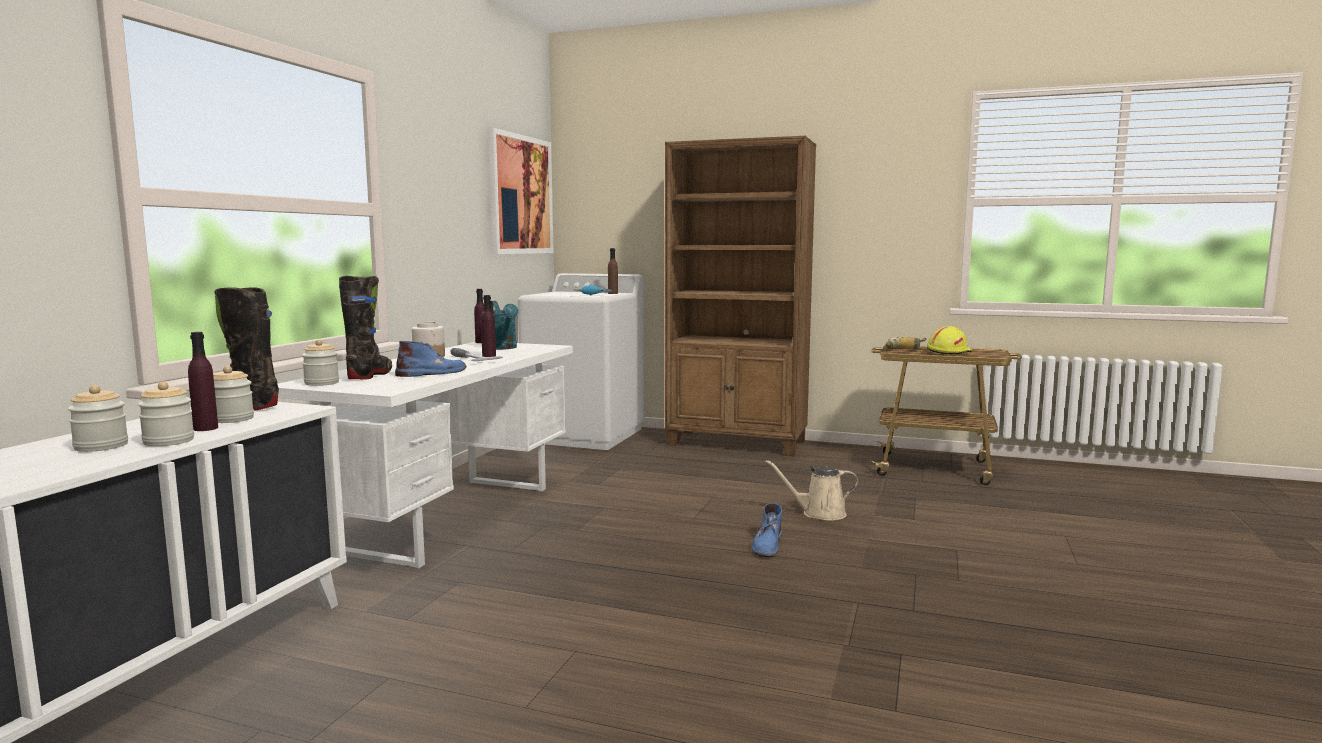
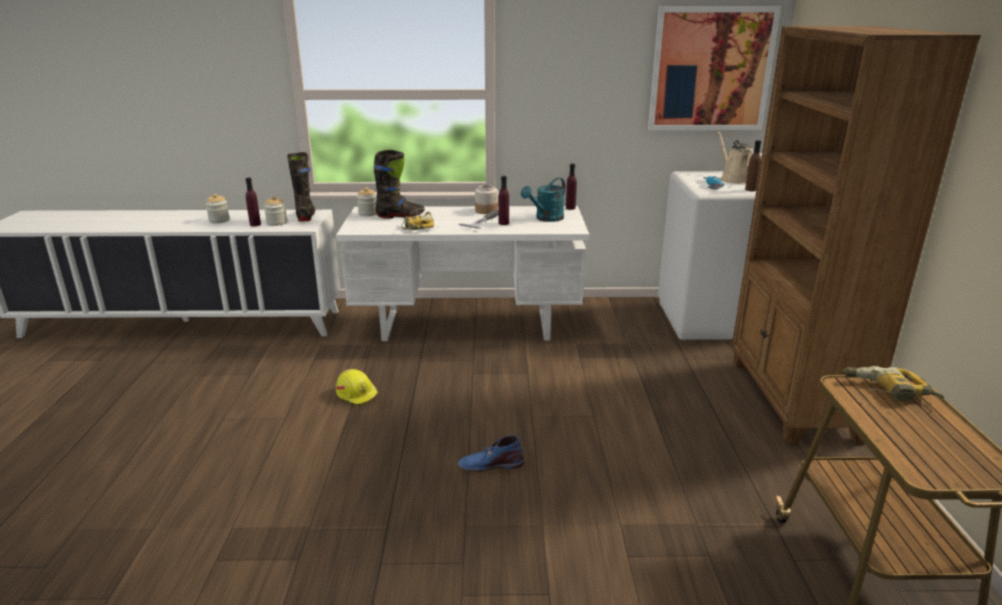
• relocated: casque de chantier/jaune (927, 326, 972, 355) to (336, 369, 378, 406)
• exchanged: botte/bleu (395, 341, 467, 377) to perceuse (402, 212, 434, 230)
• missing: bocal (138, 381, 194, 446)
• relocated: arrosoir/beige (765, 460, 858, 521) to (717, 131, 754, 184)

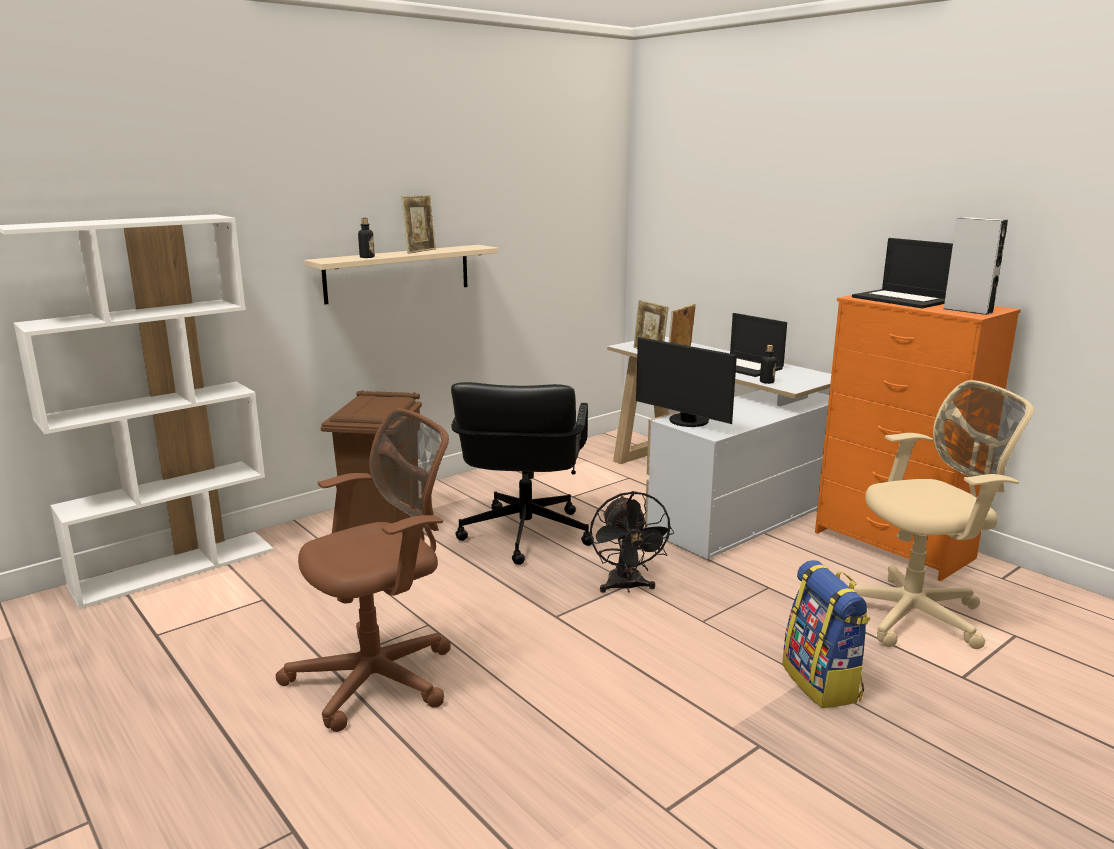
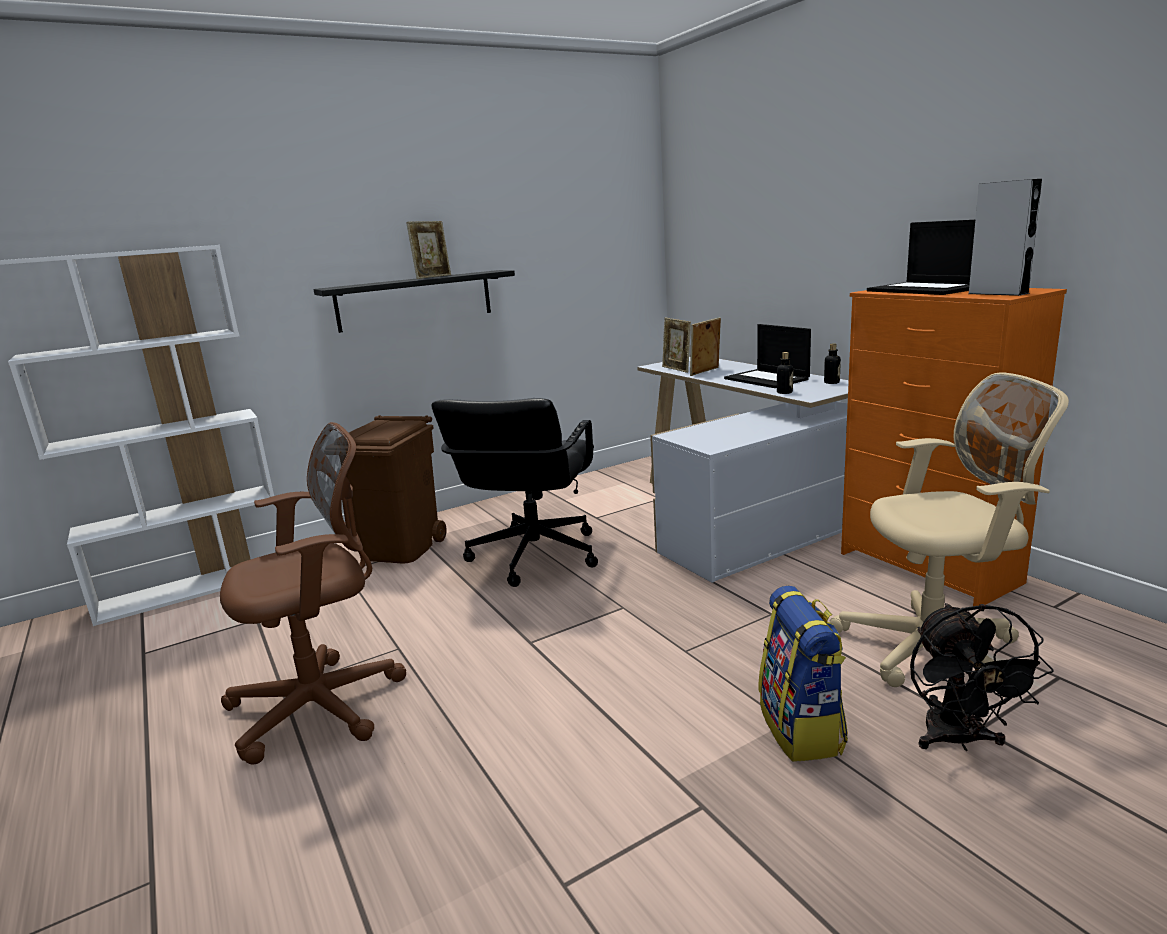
• relocated: bouteille (358, 218, 375, 258) to (824, 343, 841, 384)
• colour: étagère/beige (304, 245, 498, 305) to étagère/noir (314, 270, 515, 333)
• missing: écran d'ordinateur (636, 337, 737, 427)
• relocated: ventilateur/noir (590, 491, 674, 593) to (910, 603, 1054, 751)

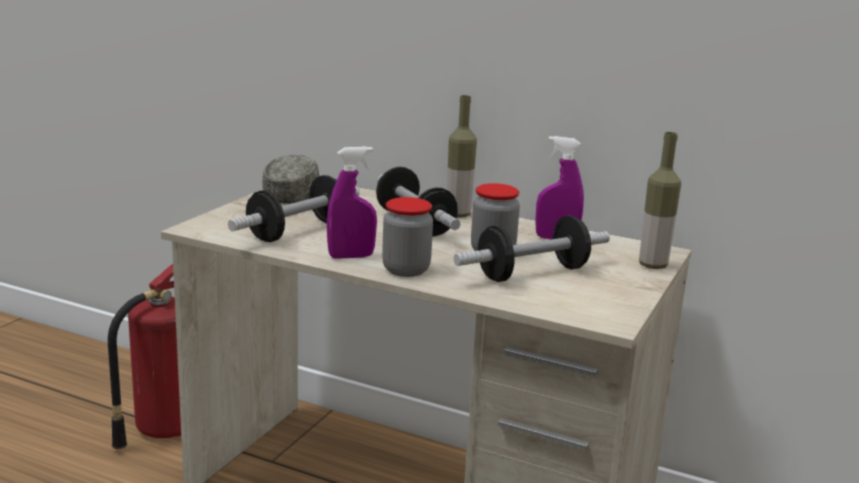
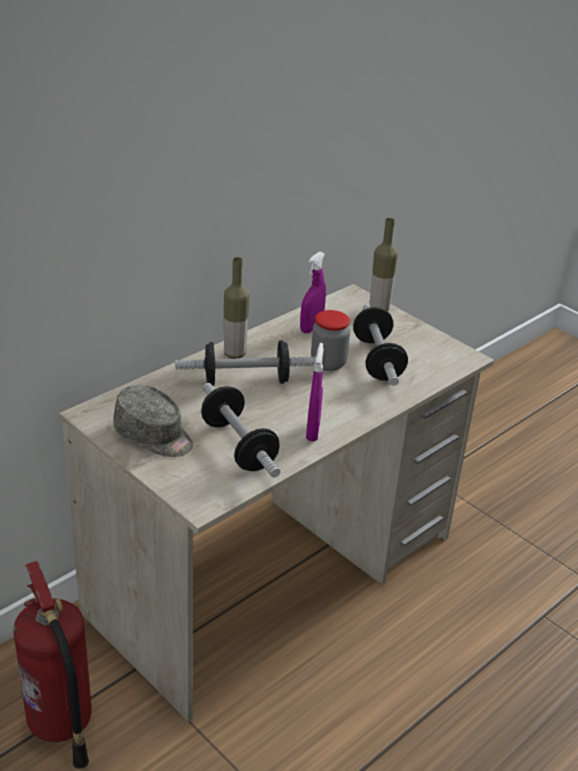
• missing: bocal (382, 197, 433, 277)

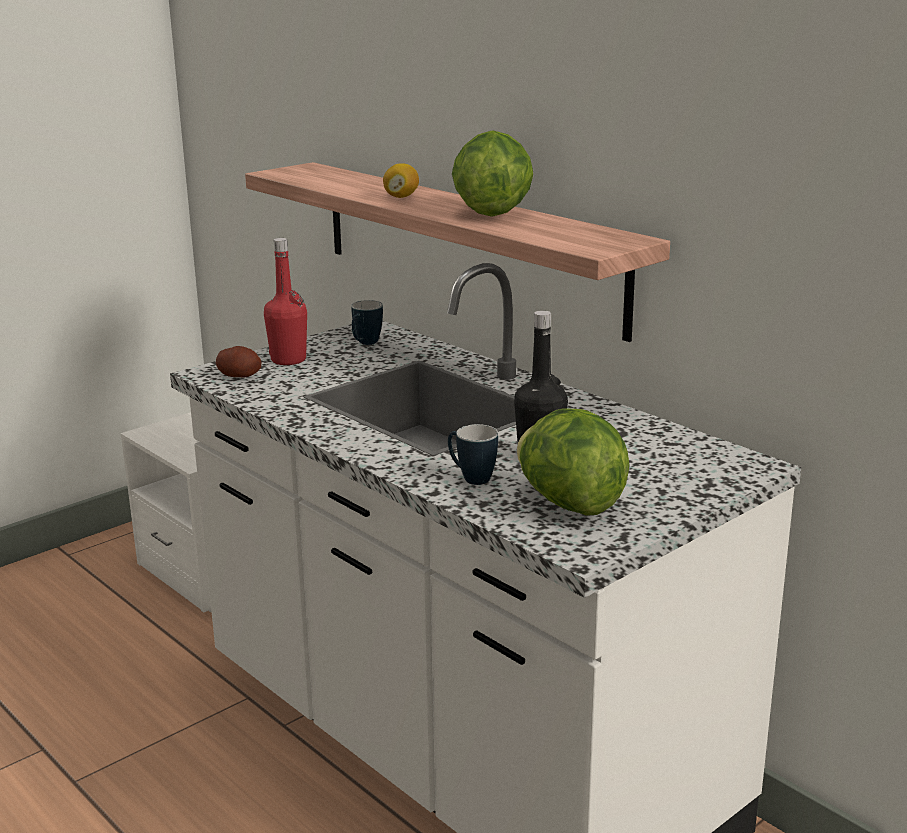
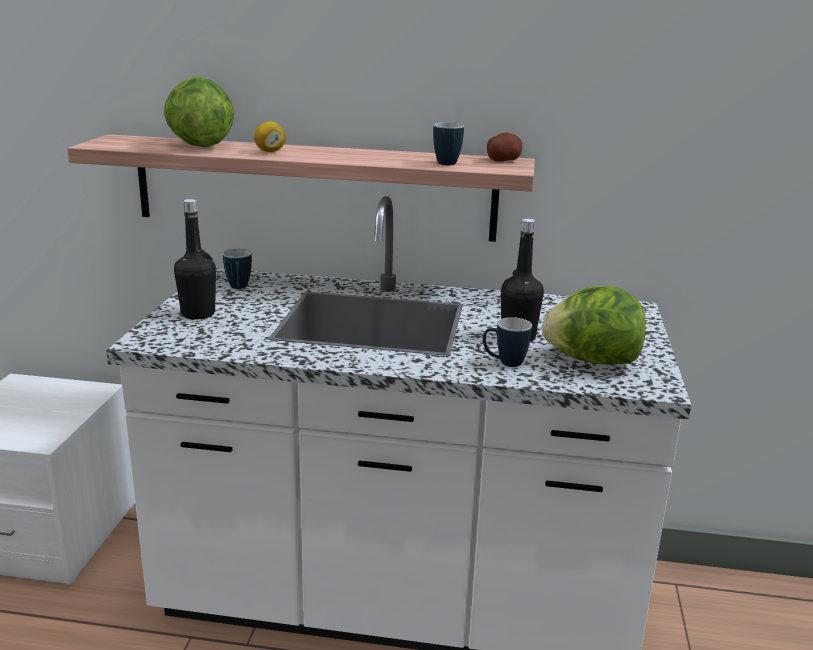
• relocated: laitue (452, 130, 533, 216) to (164, 76, 234, 147)
• colour: bouteille/rouge (264, 238, 307, 365) to bouteille/noir (174, 199, 216, 320)
• relocated: pomme de terre (216, 346, 262, 378) to (487, 132, 522, 162)
• appeared: mug (433, 122, 464, 165)

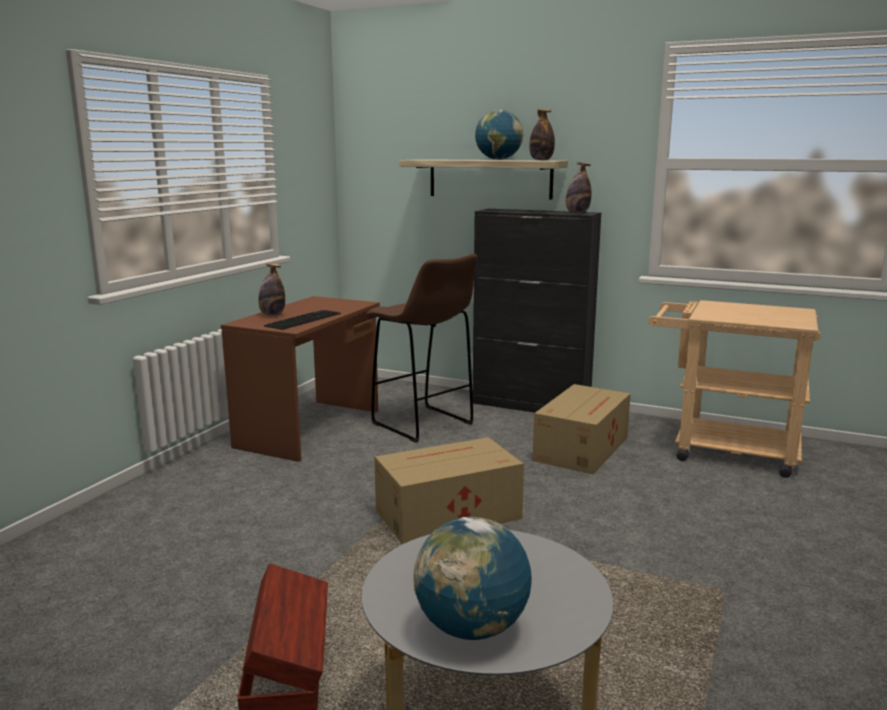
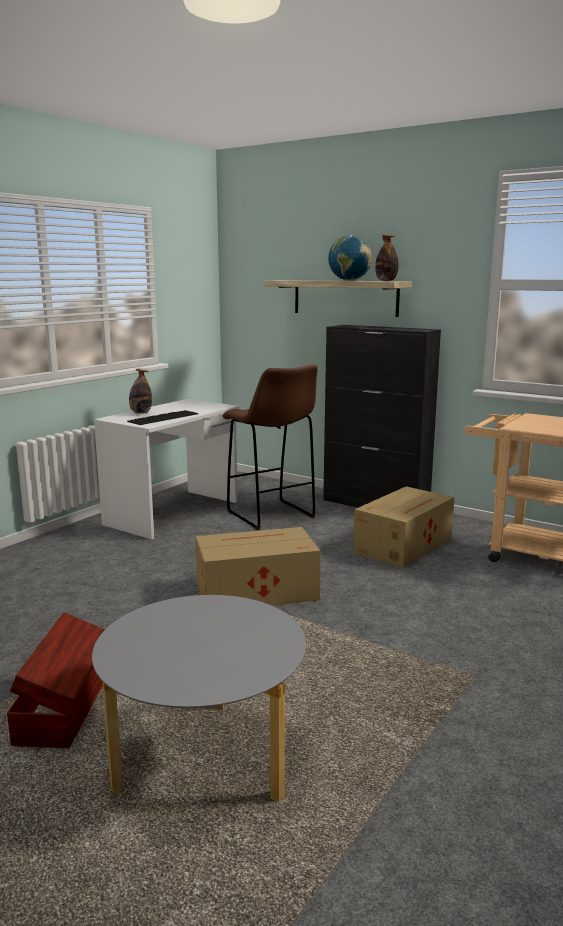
• missing: bouteille (566, 162, 591, 214)
• colour: bureau/marron (221, 296, 380, 462) to bureau/blanc (94, 399, 239, 539)
• missing: globe (413, 517, 532, 640)

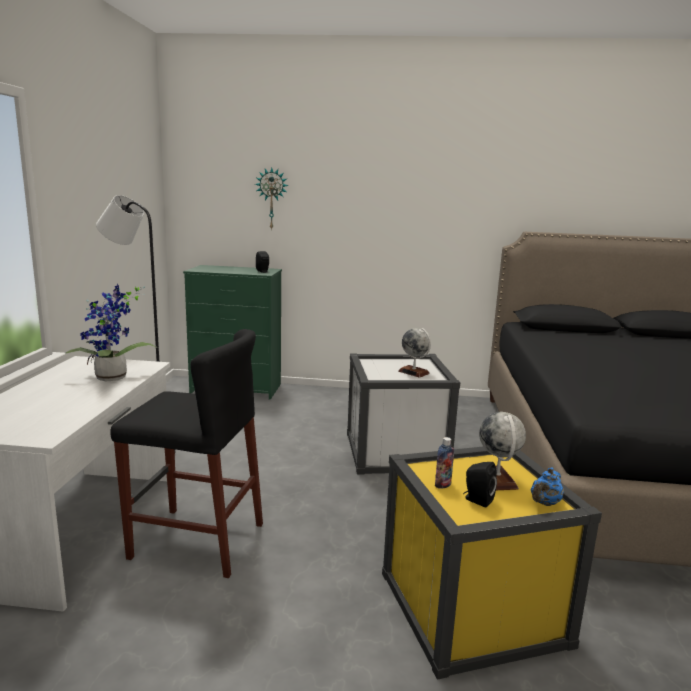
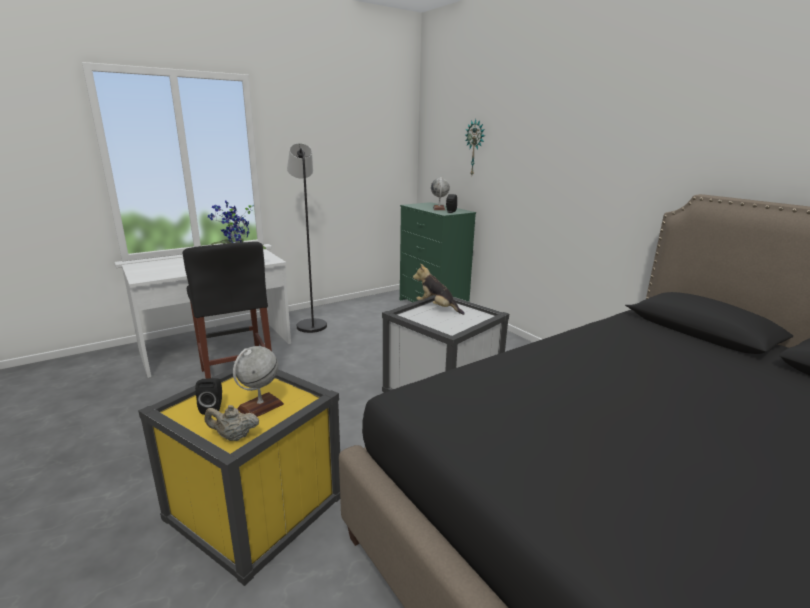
• relocated: globe (398, 328, 431, 378) to (431, 177, 450, 210)
• missing: bouteille (435, 437, 454, 488)
• colour: théière/bleu (531, 468, 564, 506) to théière/beige (205, 405, 259, 441)
• appeared: peluche (413, 263, 465, 315)

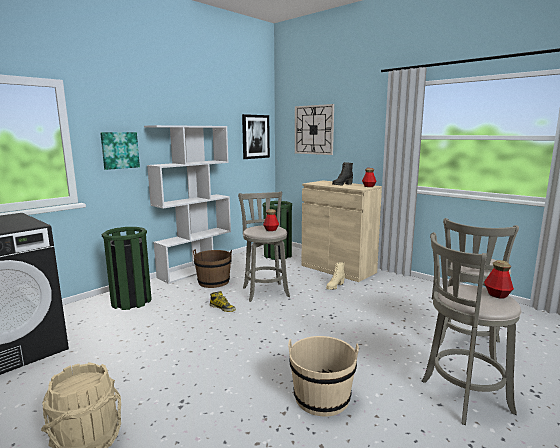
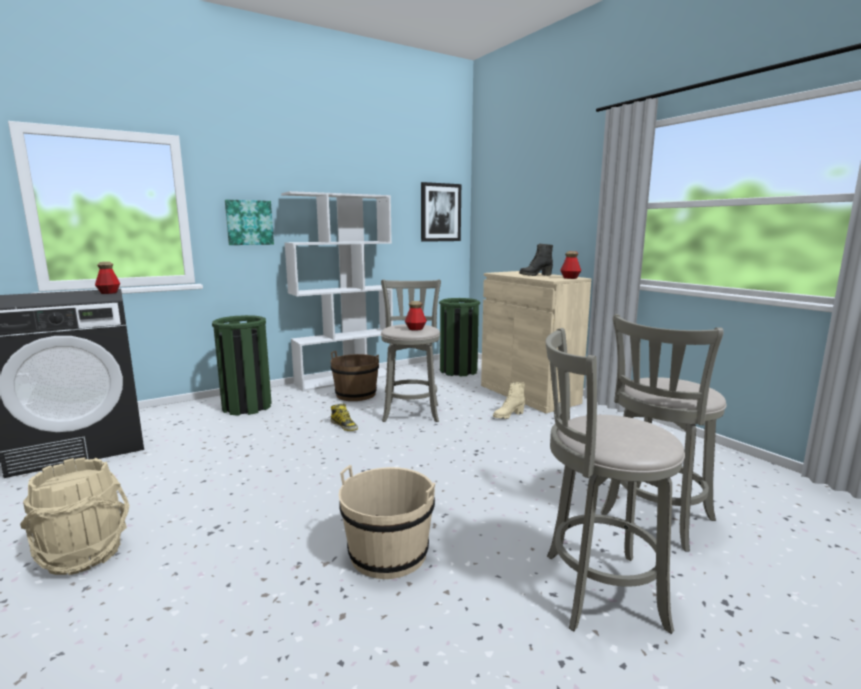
• missing: horloge murale (295, 104, 334, 155)
• relocated: bouteille (484, 260, 514, 299) to (95, 262, 120, 294)

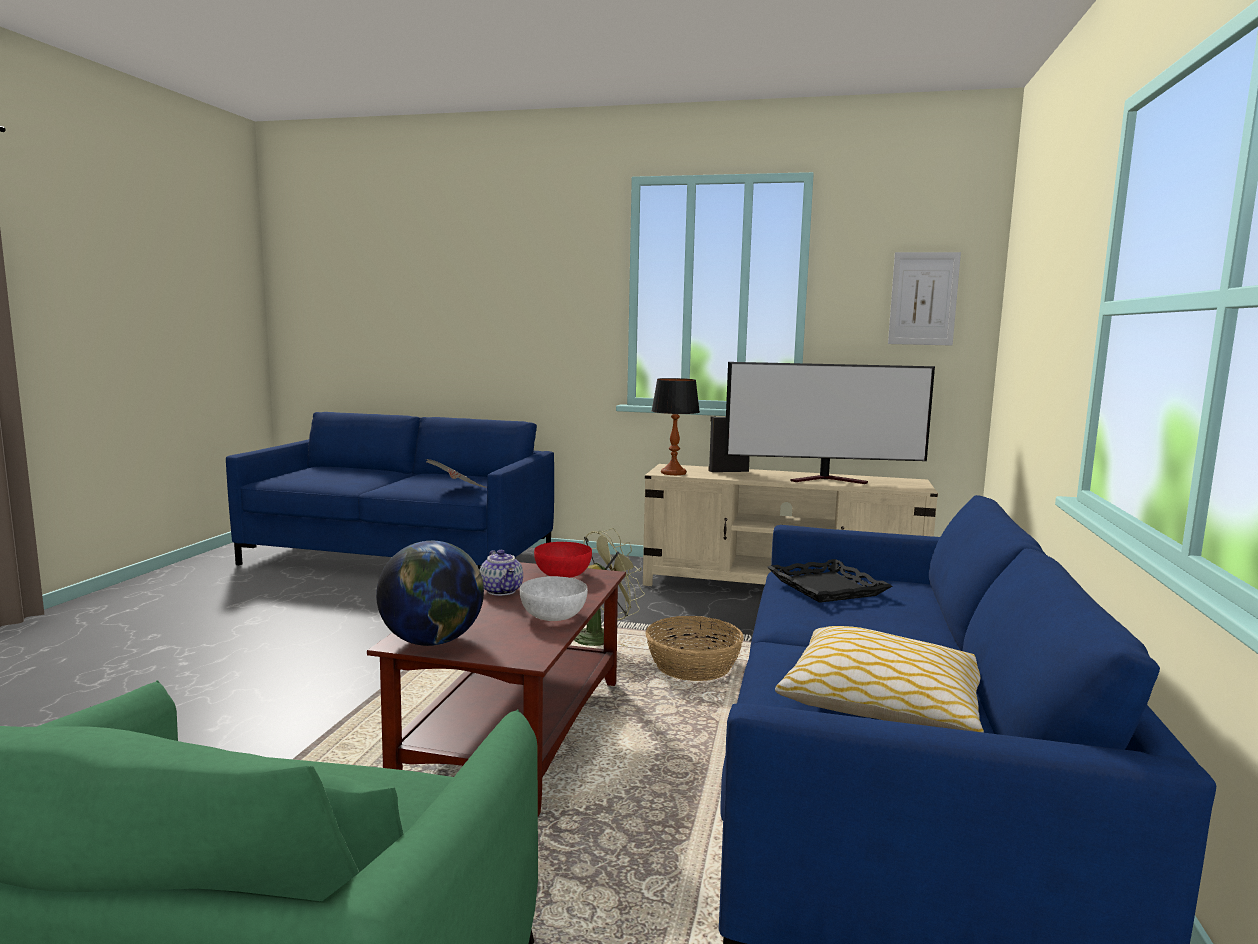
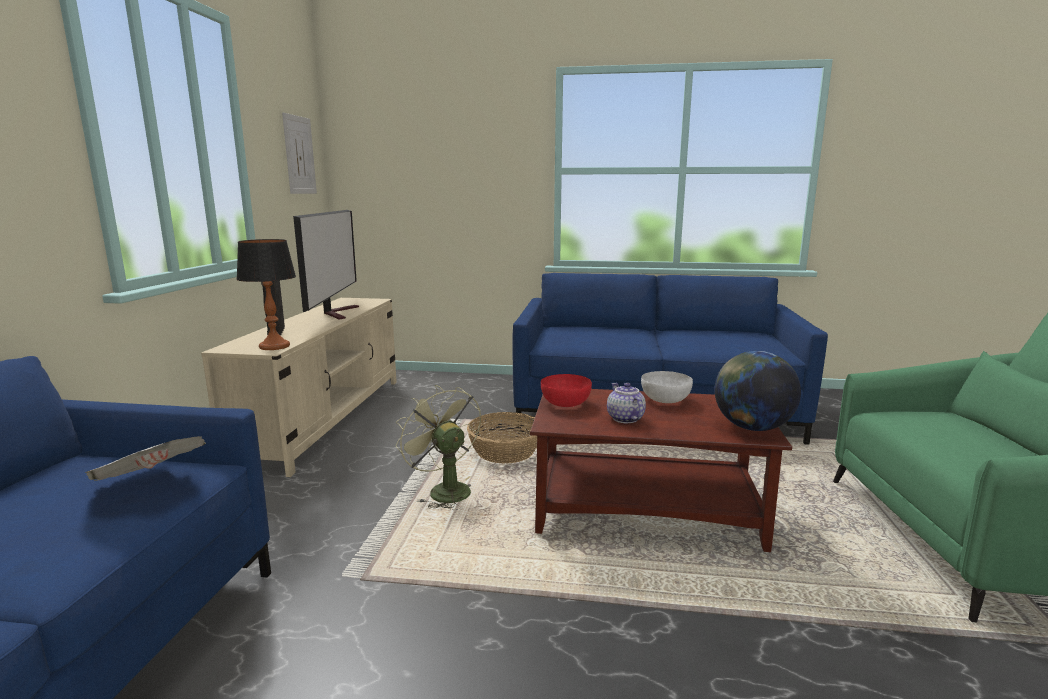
• spun: théière (480, 550, 523, 596) = (607, 383, 646, 423) 75 degrees counterclockwise
• missing: plateau/noir (767, 559, 892, 603)
• missing: coussin (775, 626, 984, 733)

